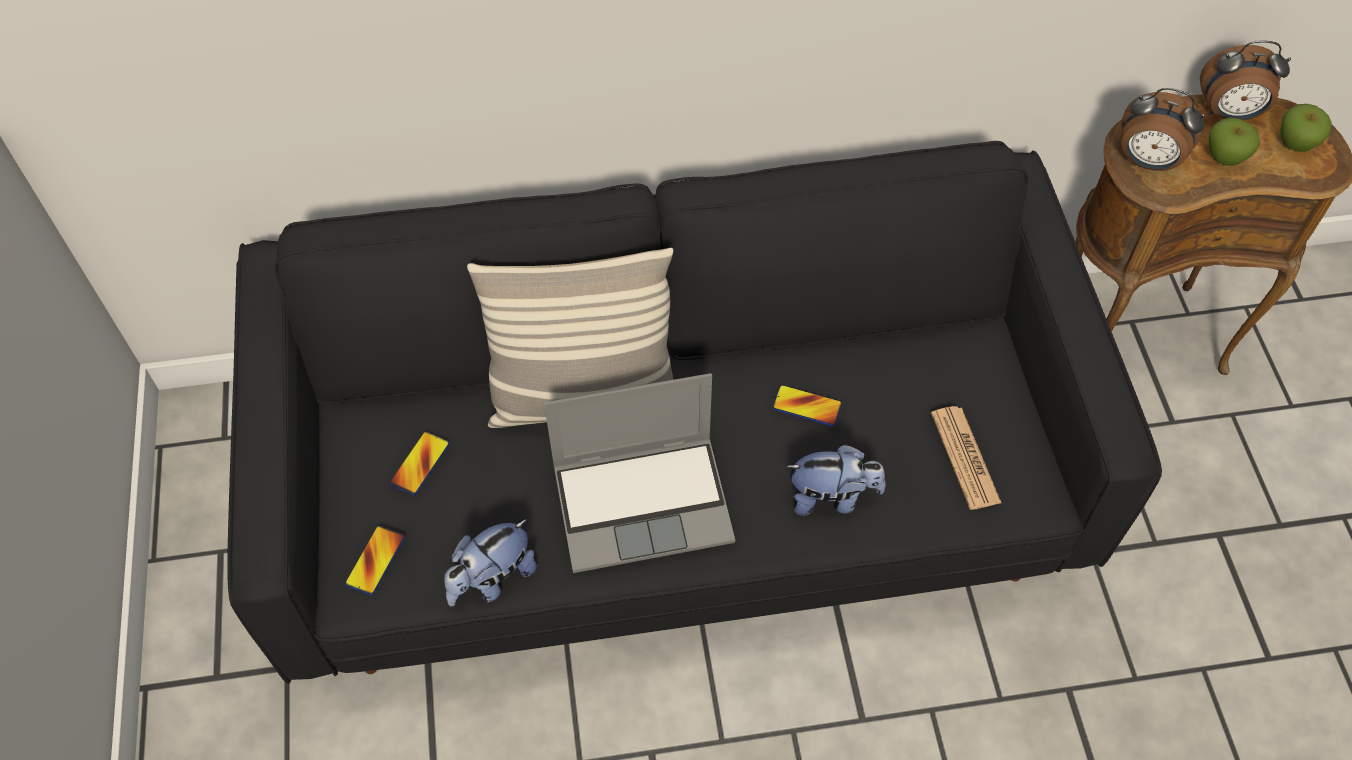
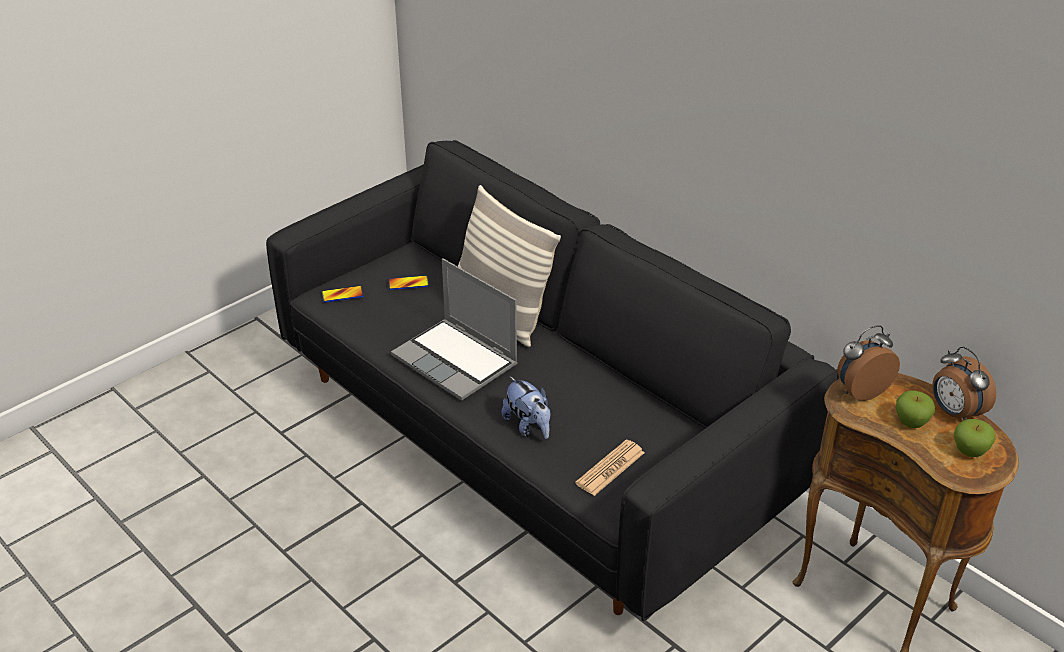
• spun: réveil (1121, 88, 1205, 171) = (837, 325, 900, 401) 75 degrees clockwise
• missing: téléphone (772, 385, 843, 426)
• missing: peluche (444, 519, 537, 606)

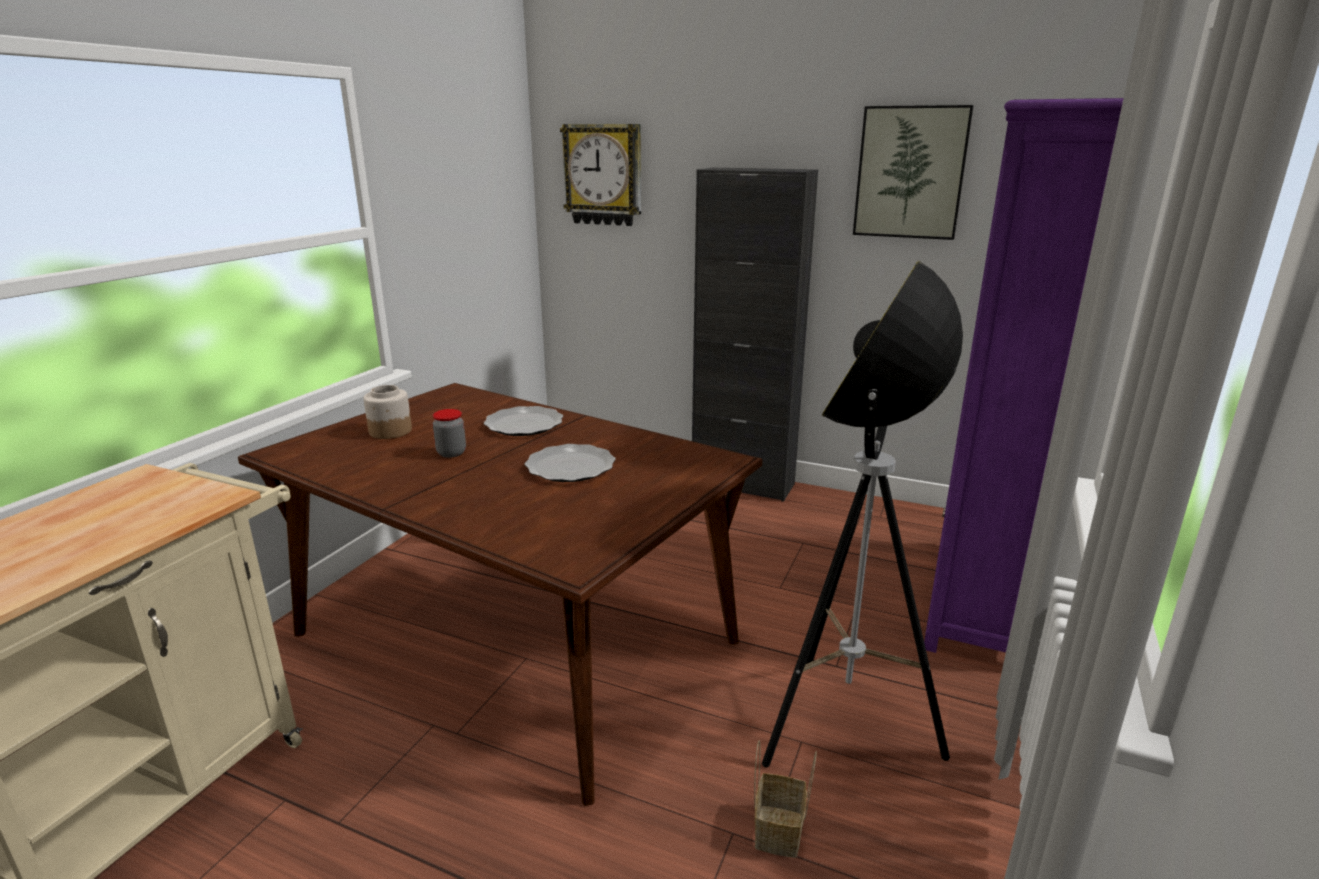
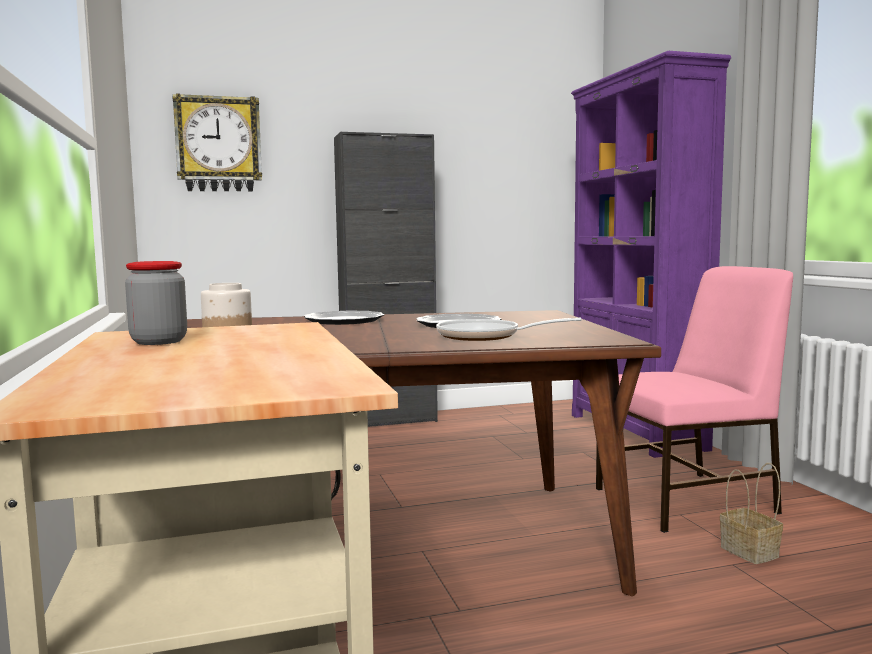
• missing: tableau (853, 105, 973, 240)
• exchanged: lampadaire (762, 260, 963, 768) to chaise/rose (596, 266, 793, 533)
• relocated: bocal (433, 409, 466, 458) to (125, 261, 187, 345)
• appeared: poêle (436, 318, 581, 341)

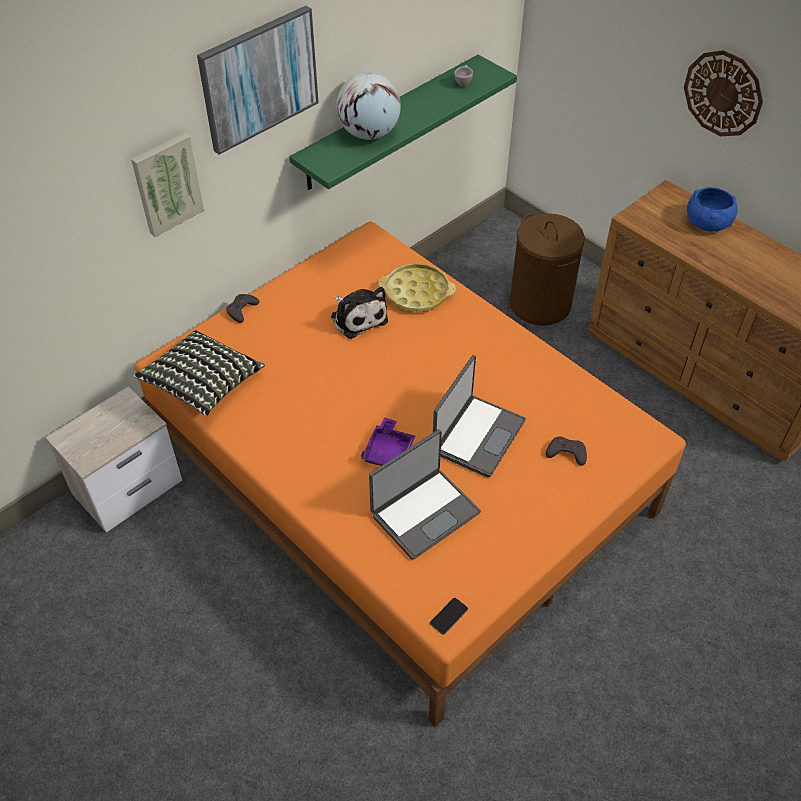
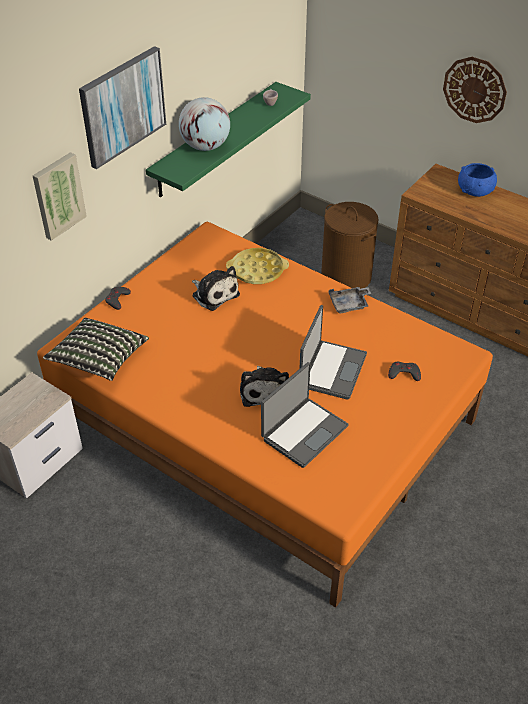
• exchanged: plateau/violet (361, 417, 415, 466) to peluche (240, 366, 289, 407)
• missing: téléphone (430, 598, 468, 635)
• appeared: plateau/gris (328, 287, 371, 314)

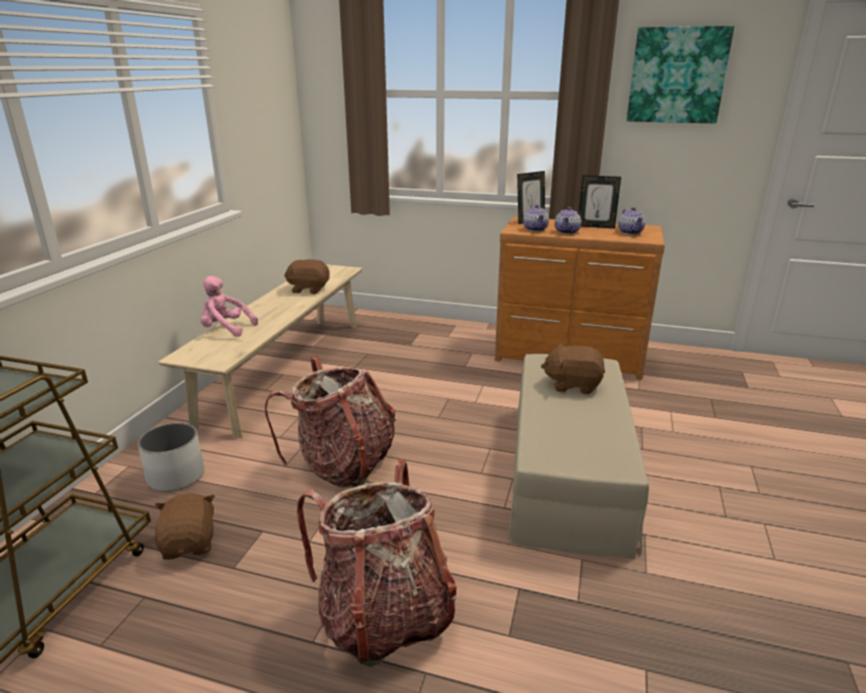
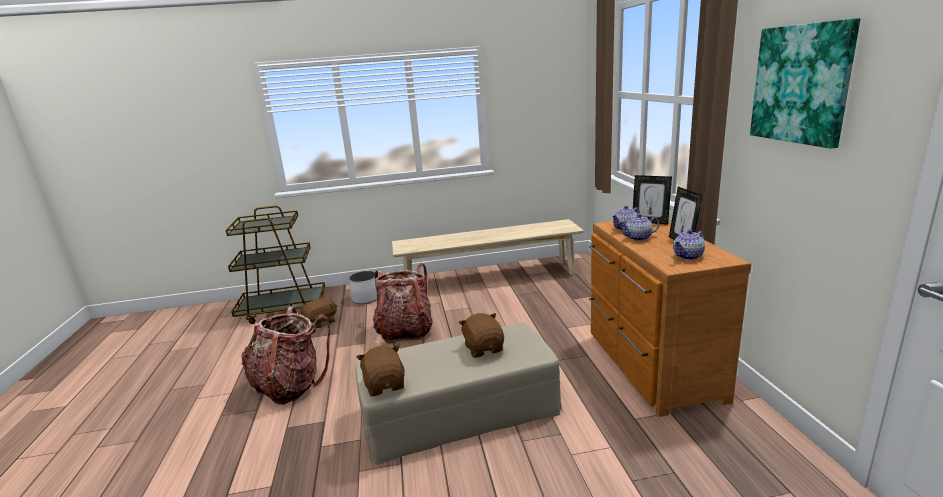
• relocated: peluche/marron (284, 259, 330, 294) to (356, 345, 405, 396)
• missing: peluche/rose (201, 276, 258, 337)

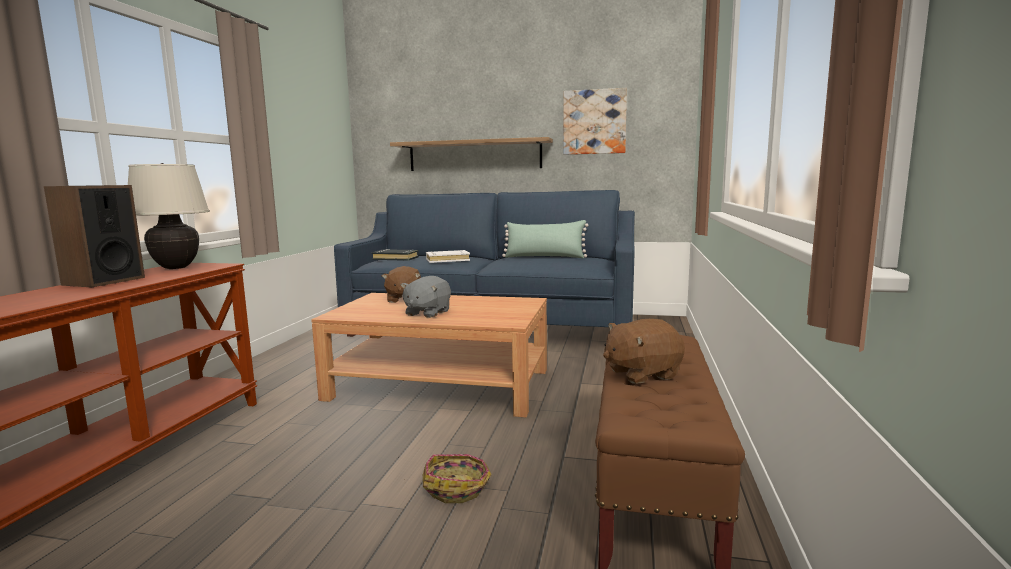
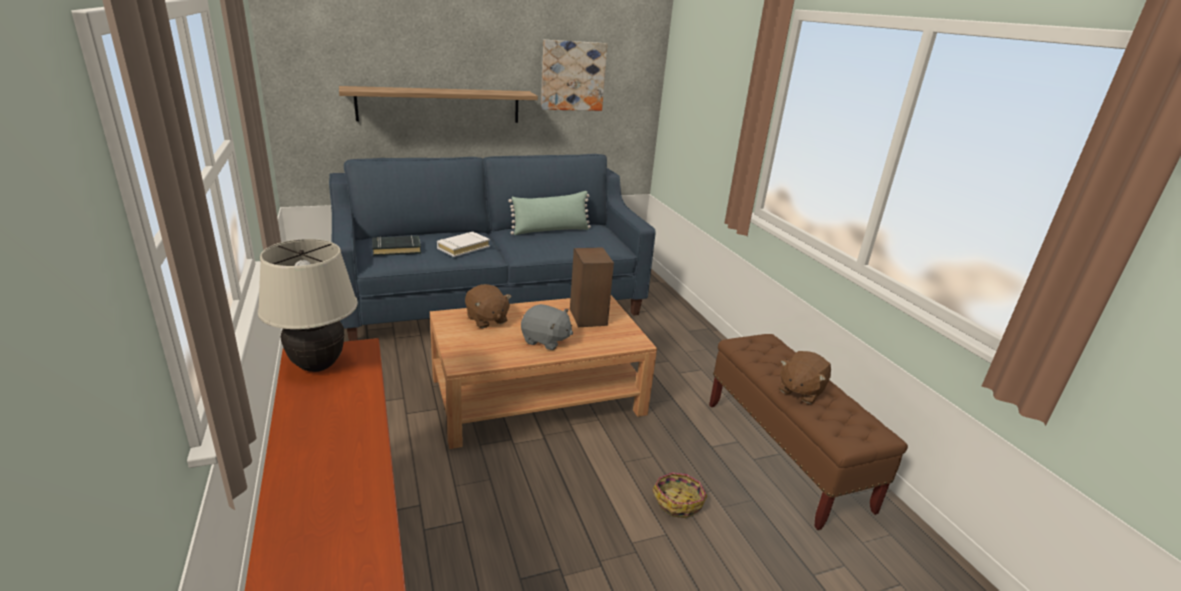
• relocated: enceinte (44, 185, 145, 288) to (570, 247, 614, 327)
• spun: peluche/gris (401, 276, 451, 318) = (521, 304, 573, 350) 60 degrees counterclockwise

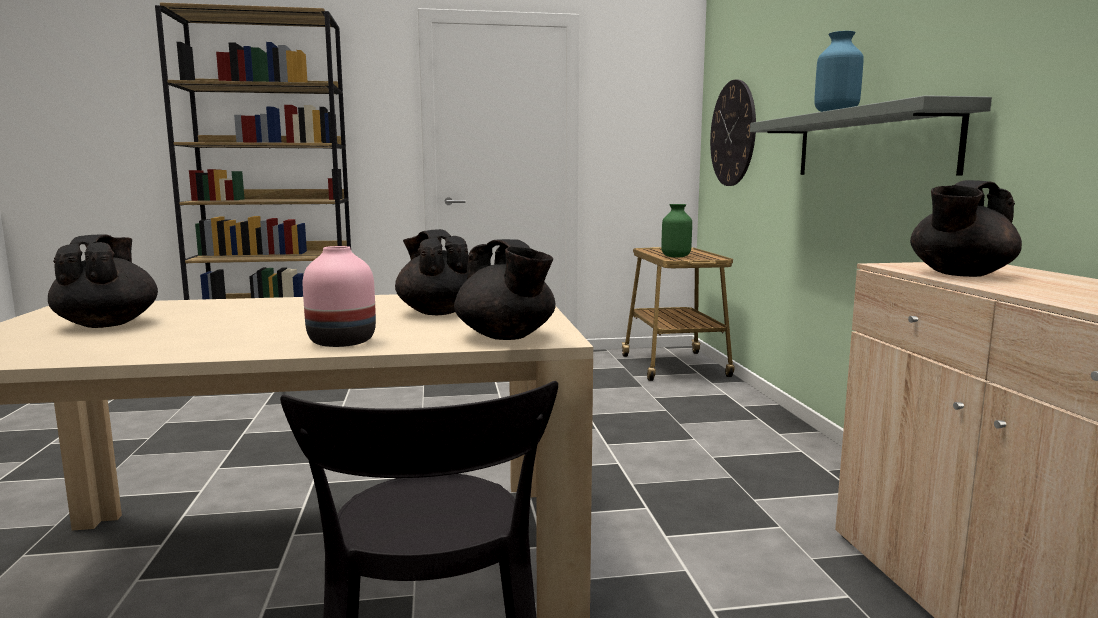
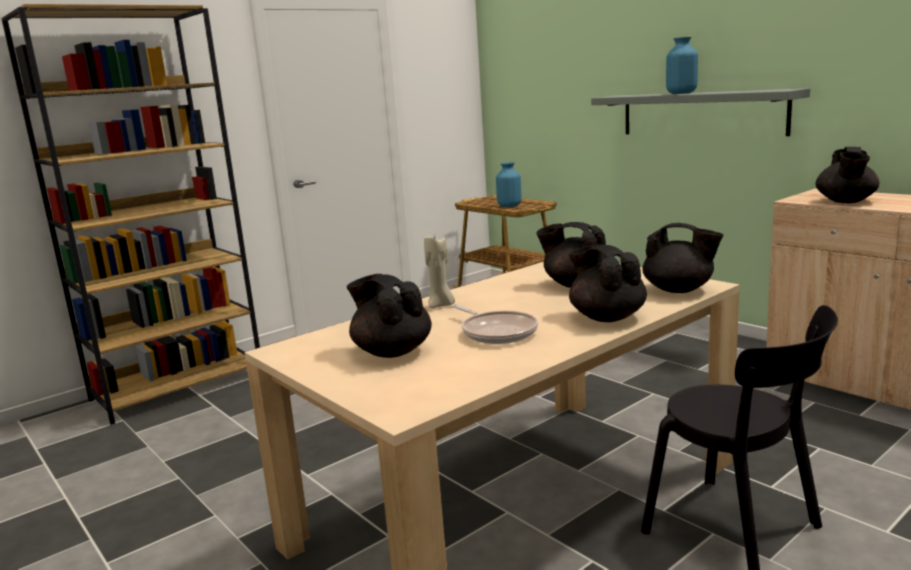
• missing: horloge murale (710, 80, 756, 186)
• colour: vase/vert (661, 204, 692, 257) to vase/bleu (496, 162, 522, 207)
• exchanged: vase/rose (303, 246, 376, 347) to théière/noir (569, 244, 647, 322)
• appeared: bougie/beige (424, 233, 455, 308)
• appeared: poêle (452, 304, 538, 344)

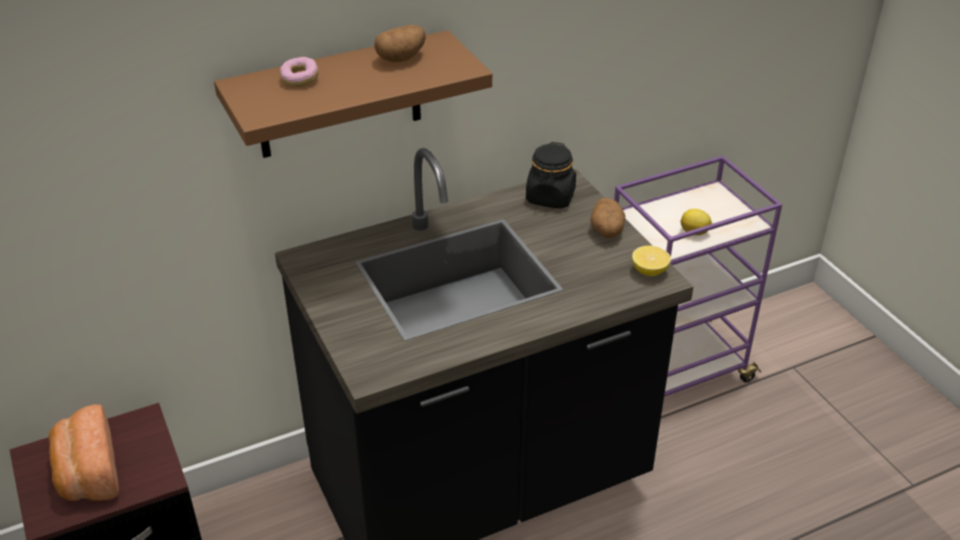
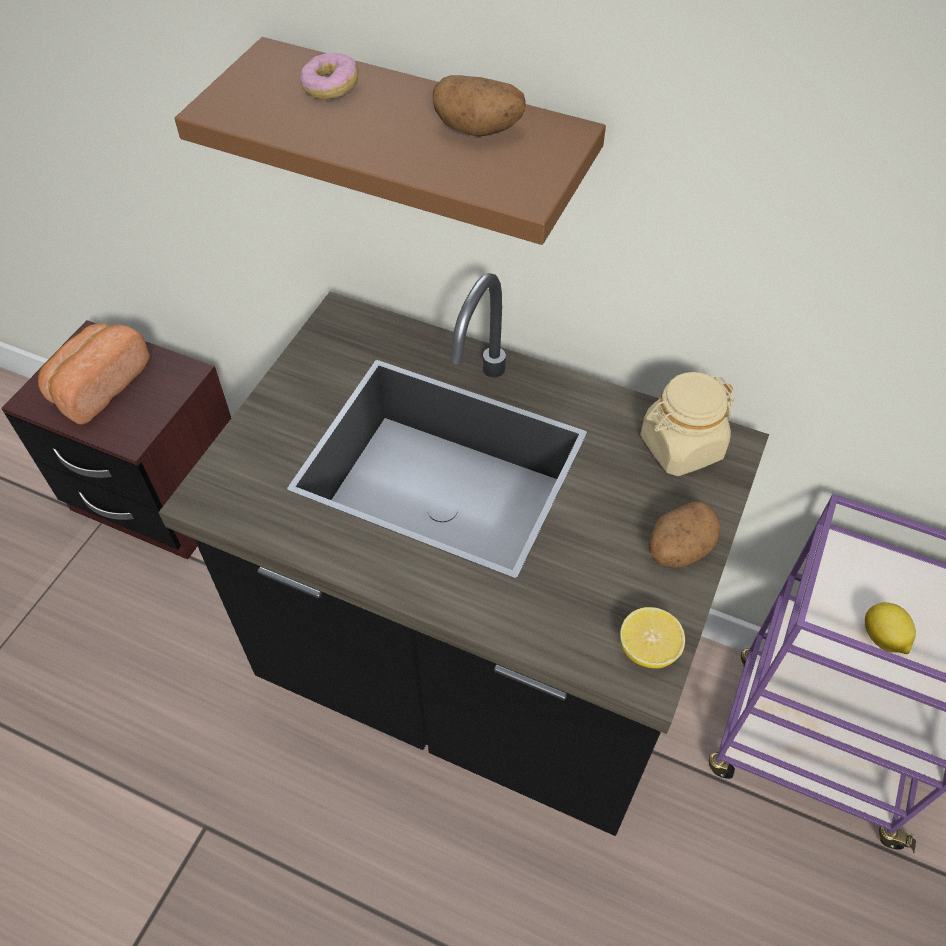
• colour: bocal/noir (526, 142, 576, 208) to bocal/beige (640, 372, 735, 476)

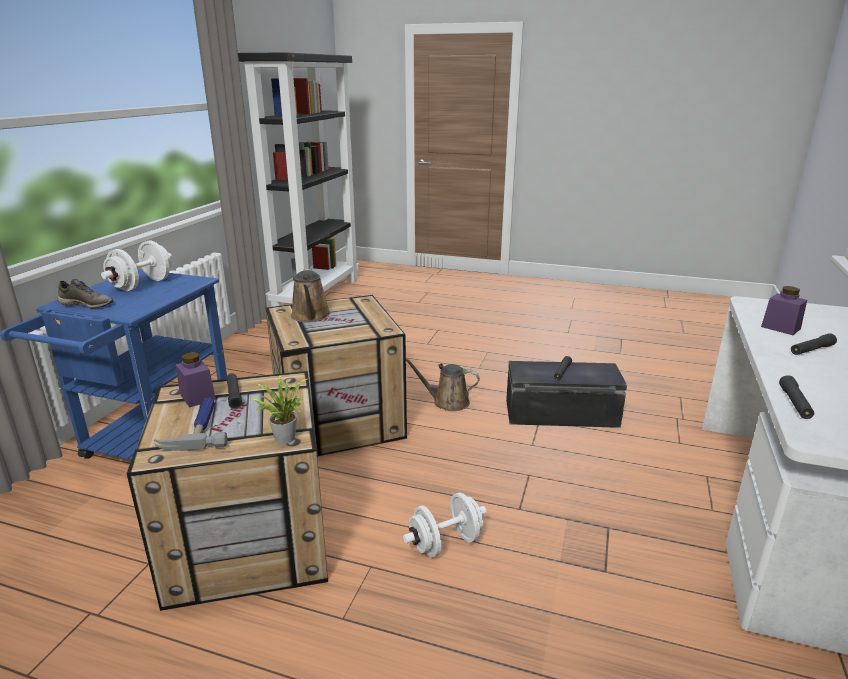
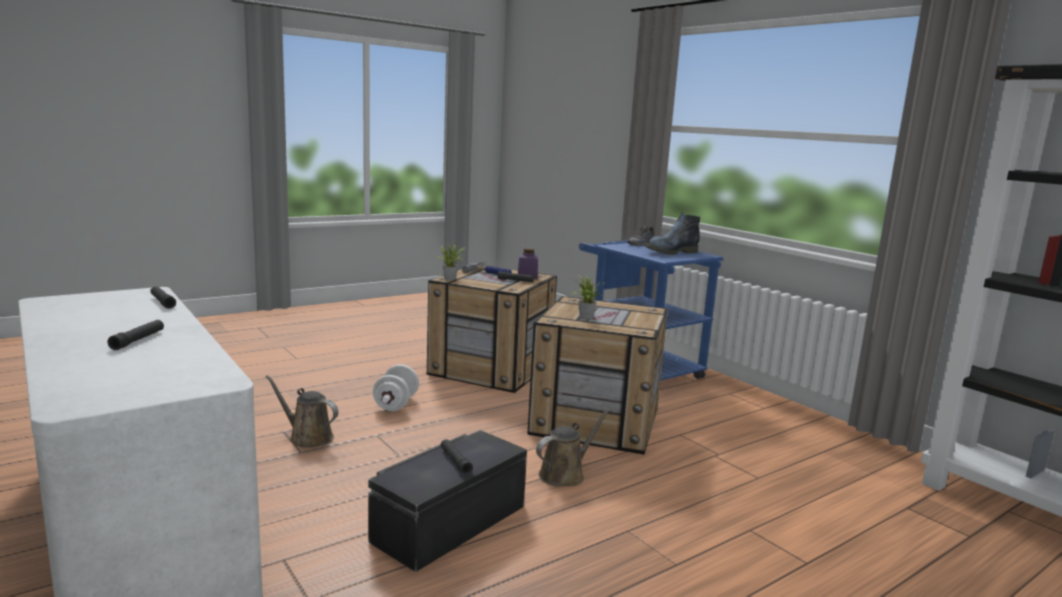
• exchanged: haltère/blanc (101, 241, 172, 291) to botte (646, 213, 700, 255)
• relocated: arrosoir/marron (291, 268, 331, 322) to (266, 375, 339, 448)
• missing: bocal/violet (761, 286, 807, 335)
• appeared: plante en pot (570, 276, 604, 319)

